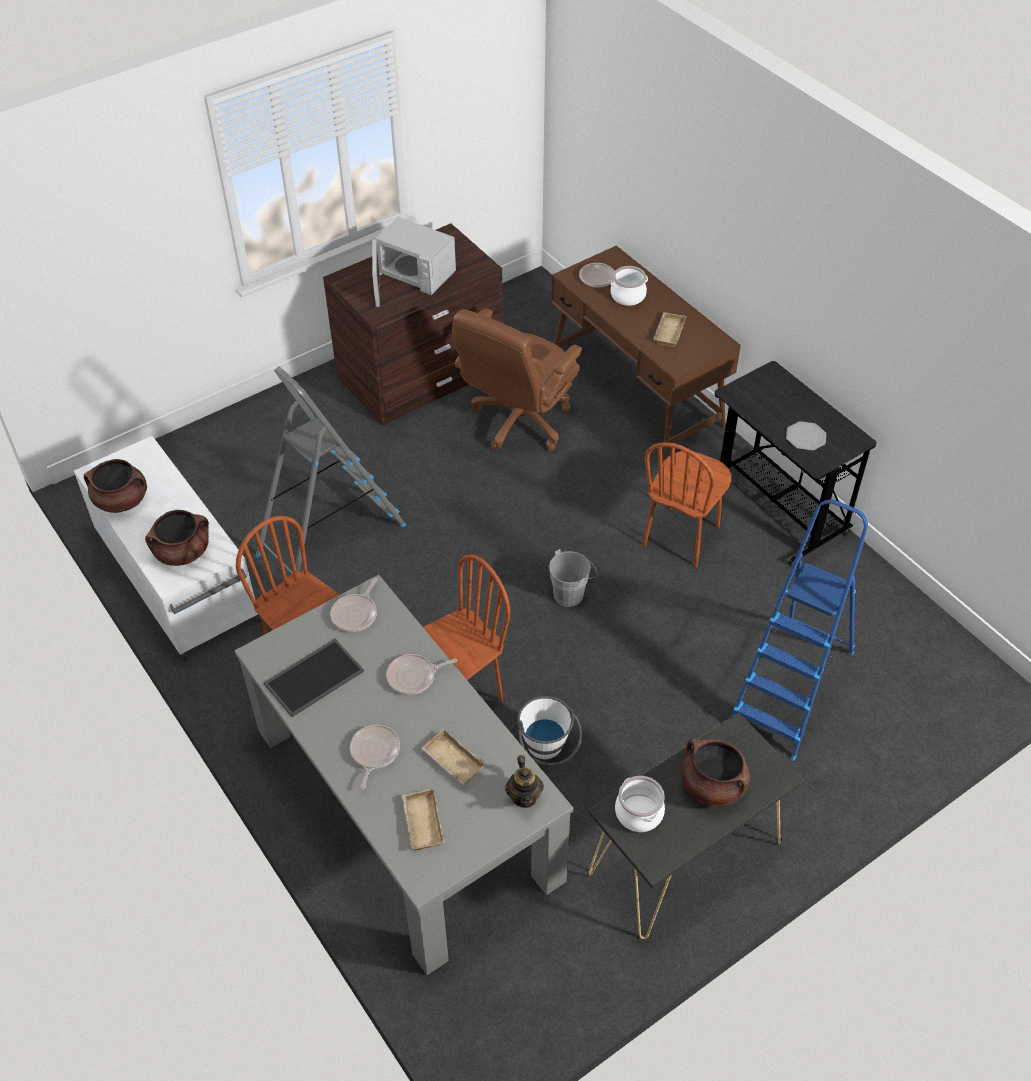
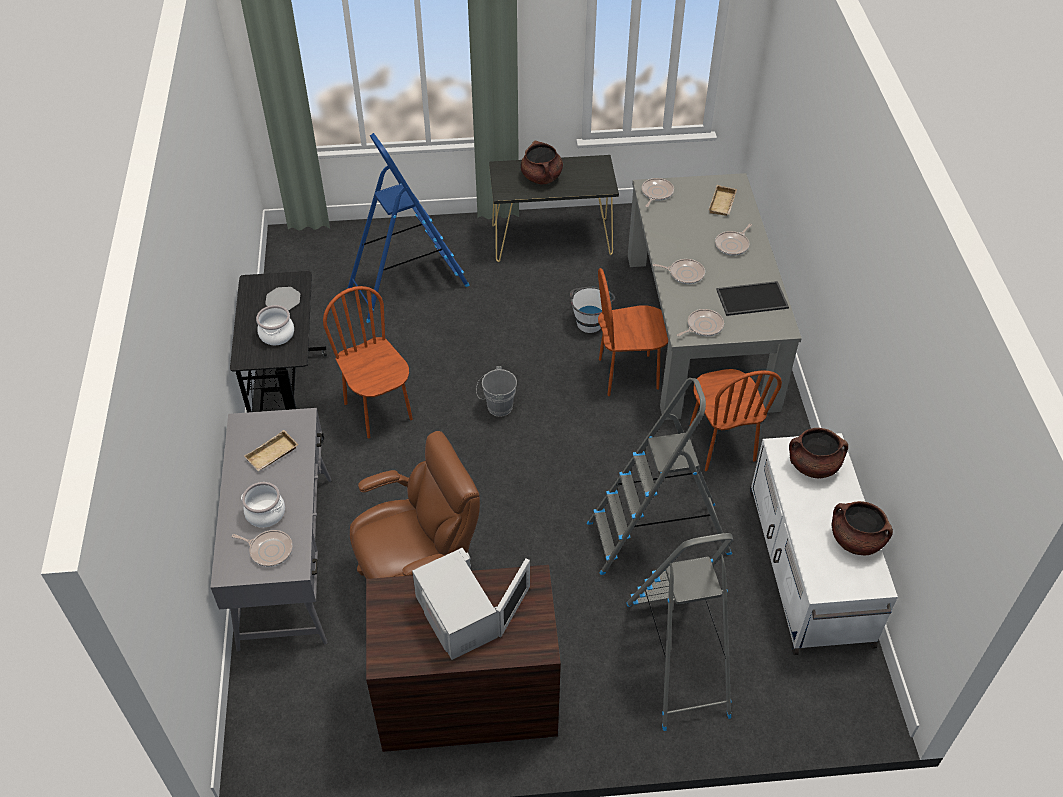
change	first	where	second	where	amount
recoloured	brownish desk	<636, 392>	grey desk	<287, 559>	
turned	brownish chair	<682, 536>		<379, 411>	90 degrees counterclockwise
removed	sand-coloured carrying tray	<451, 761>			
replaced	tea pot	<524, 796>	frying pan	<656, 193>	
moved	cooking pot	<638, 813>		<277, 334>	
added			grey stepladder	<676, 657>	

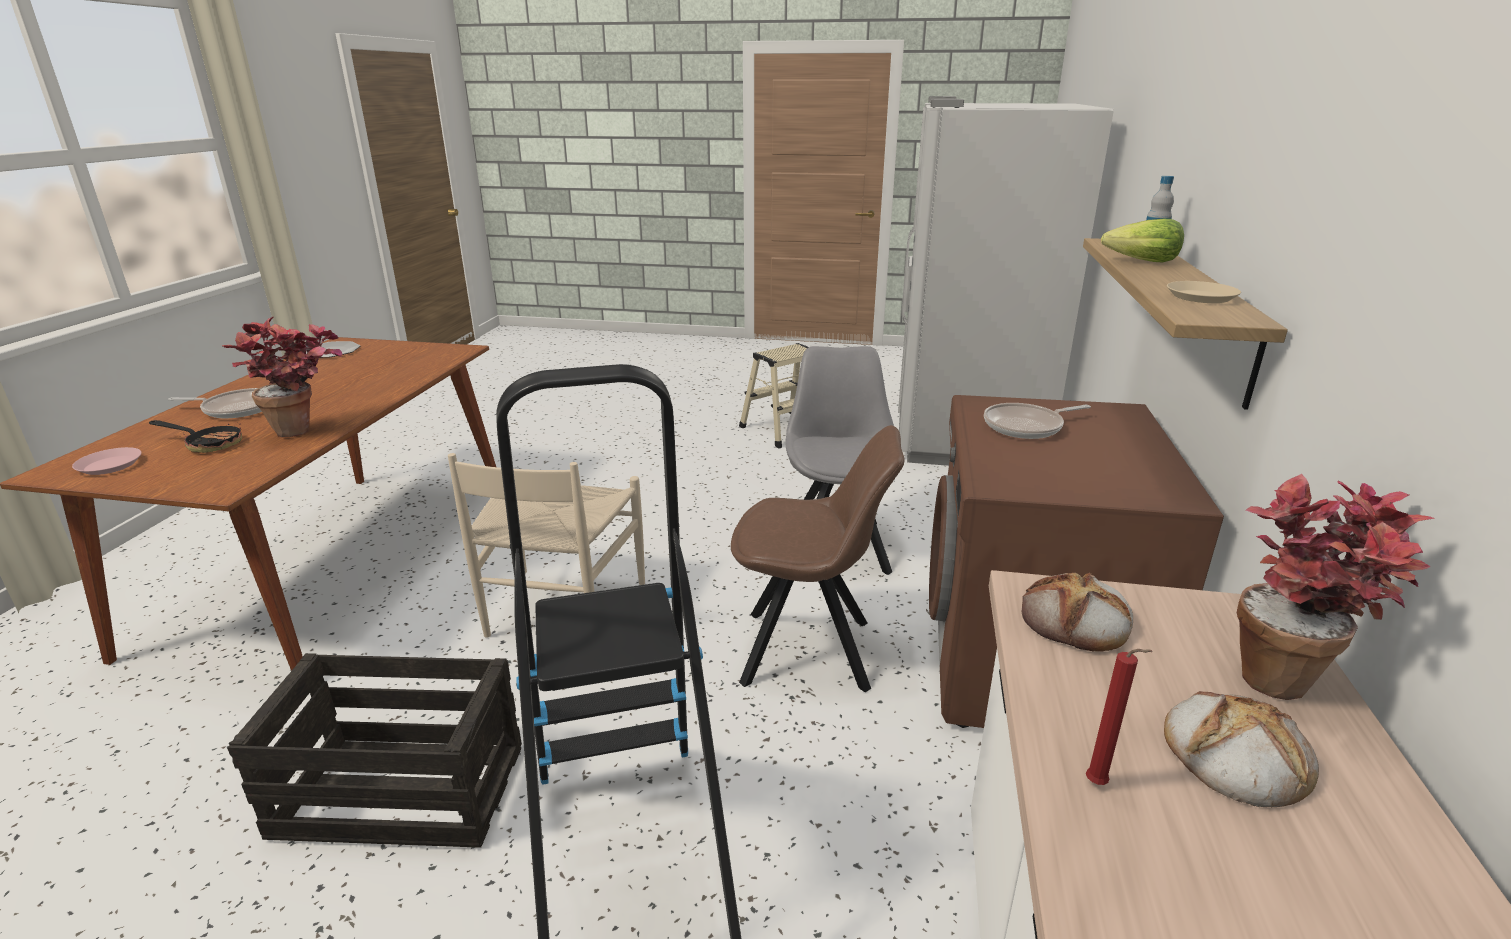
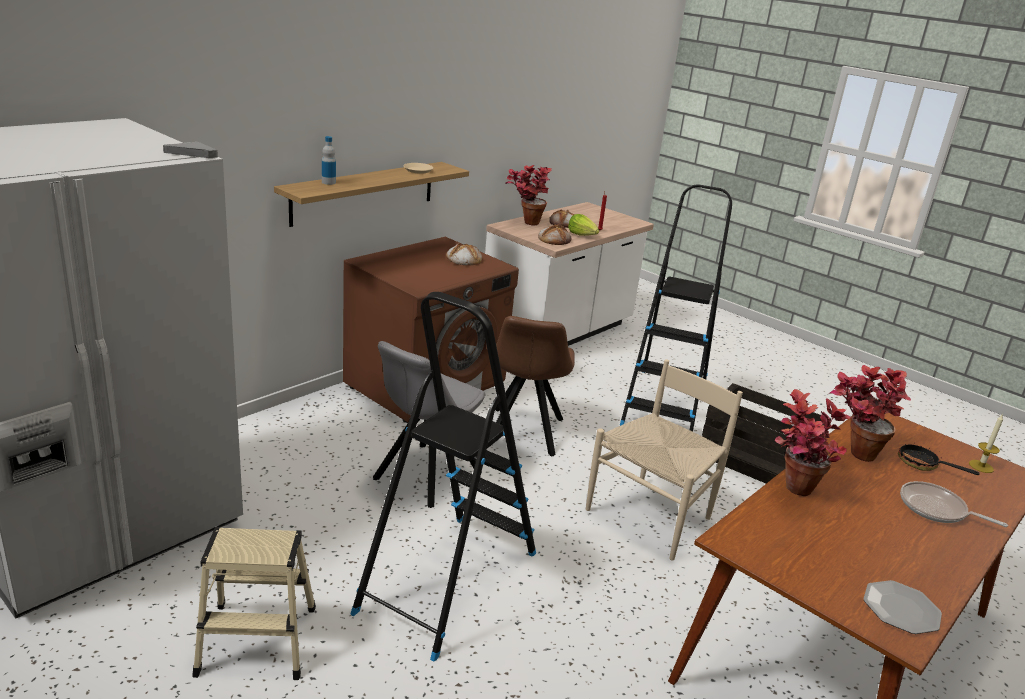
change	first	where	second	where	amount
moved	head of lettuce	<1142, 262>		<582, 235>	
removed	frying pan	<1027, 426>			
turned	brownish chair	<808, 651>		<524, 432>	120 degrees counterclockwise
replaced	pink-coloured dinner plate	<110, 465>	wax candle	<981, 466>	
added			baked bread	<463, 259>	
added			blackish stepladder	<449, 580>	
added			plant in a pot	<793, 492>	

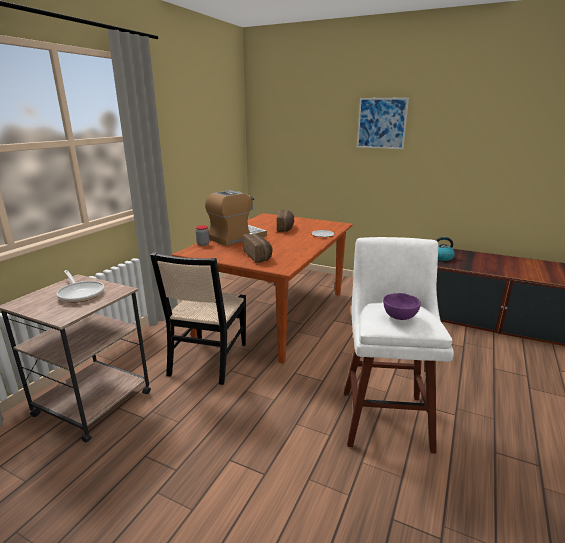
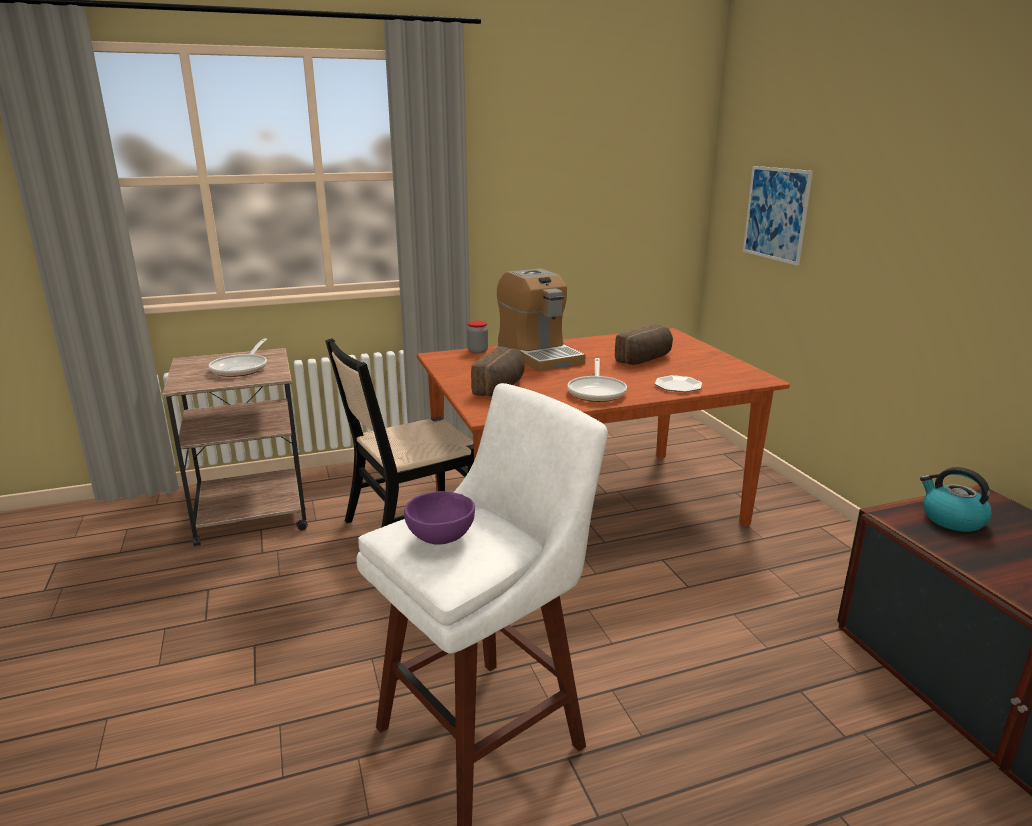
change	first	where	second	where	amount
moved	wall art	<381, 123>		<776, 214>	
turned	coffee maker	<237, 238>		<538, 355>	60 degrees clockwise
added			frying pan	<597, 391>	

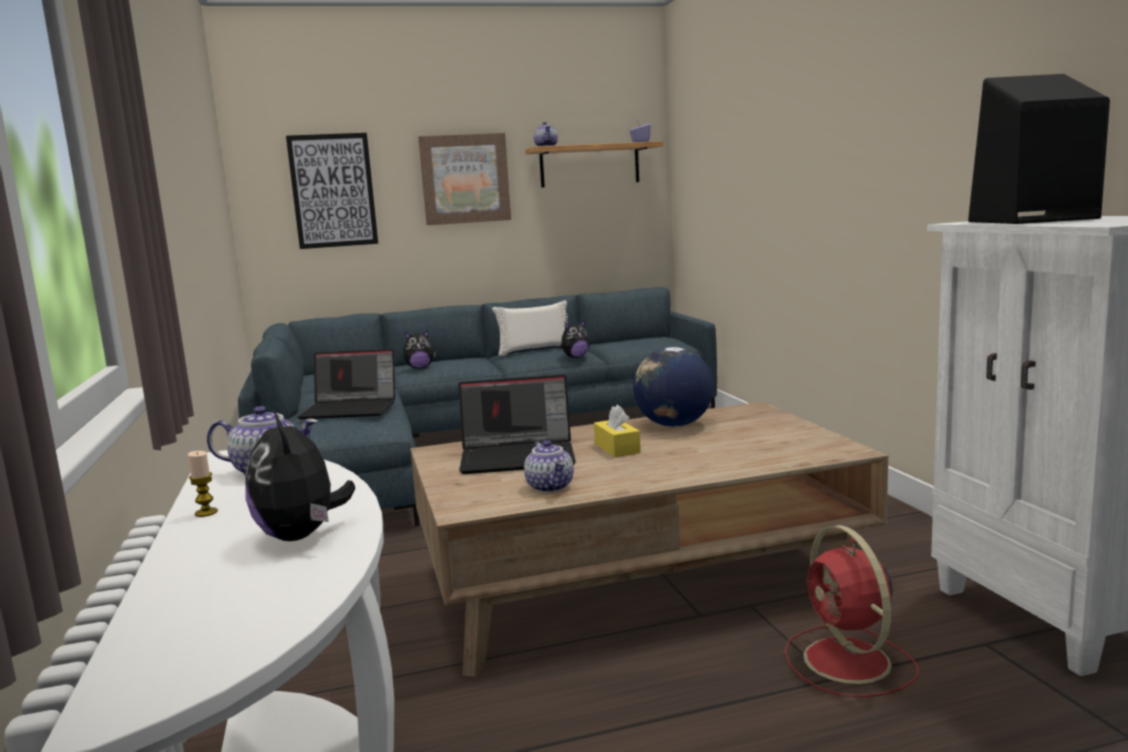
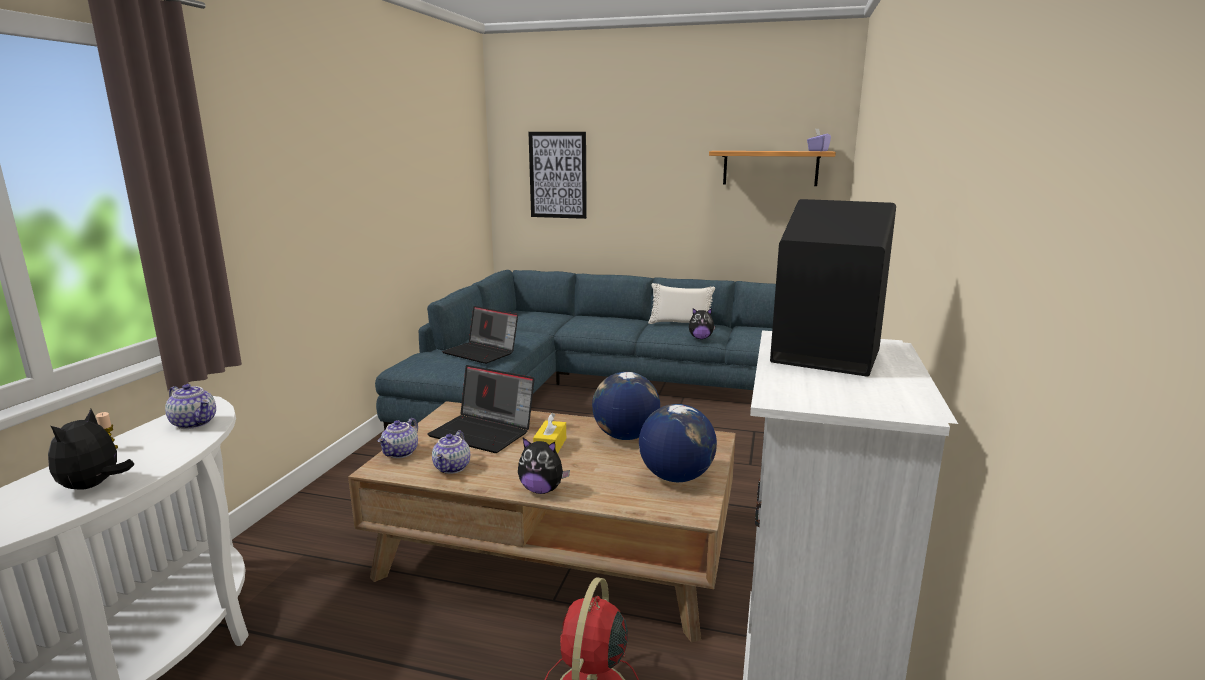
change	first	where	second	where	amount
moved	tea pot	<546, 146>		<401, 453>	
removed	wall art	<465, 179>			
moved	cuddly toy	<420, 368>		<542, 490>	
added			world globe	<675, 477>	

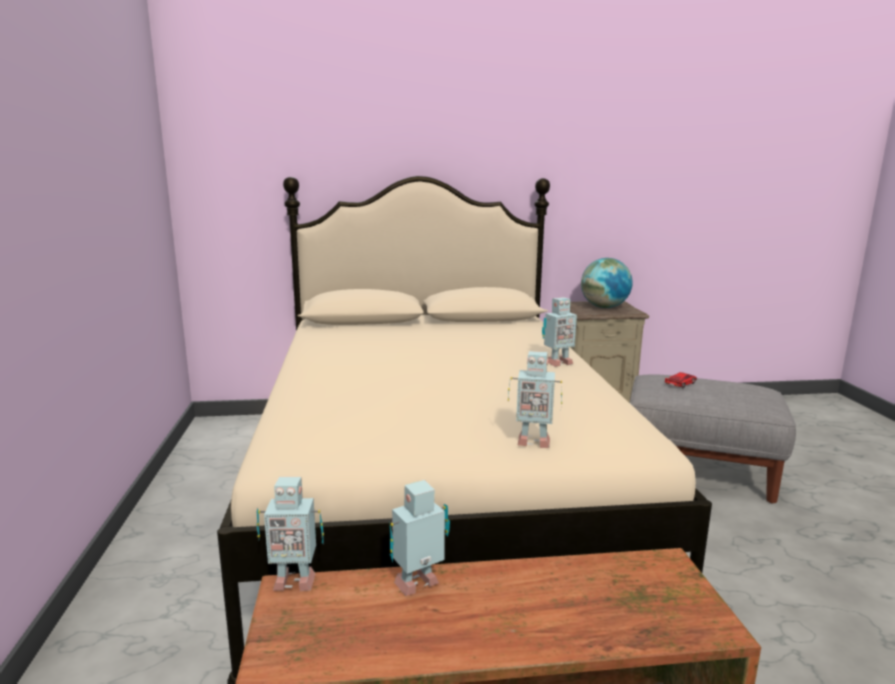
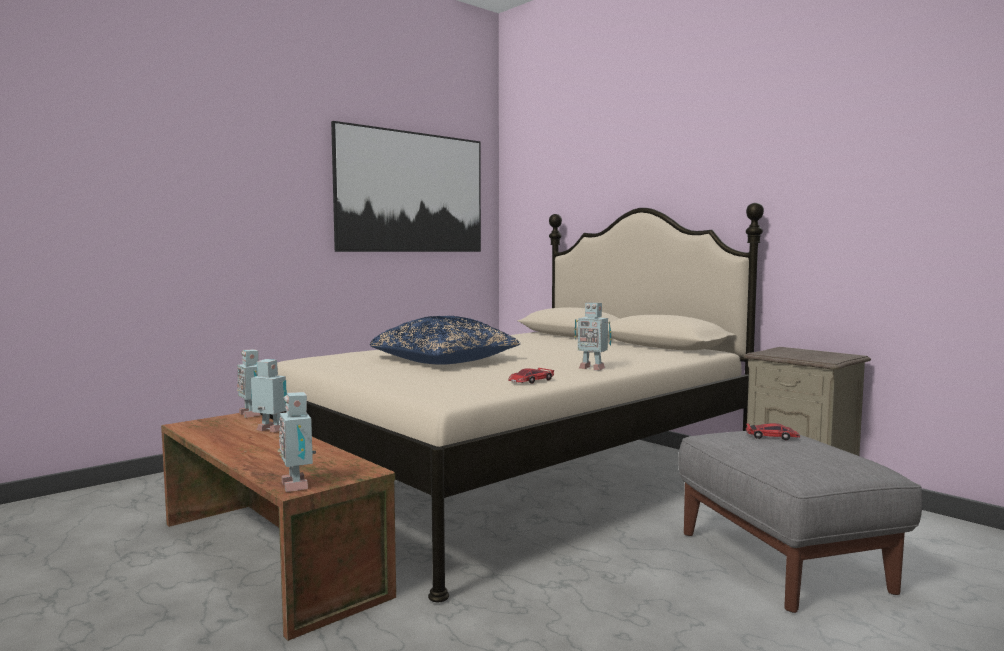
change	first	where	second	where	amount
removed	world globe	<604, 307>			
moved	model robot	<532, 441>		<298, 485>	
added			wall art	<411, 192>	
added			blue pillow	<444, 360>	
added			toy car	<531, 381>	

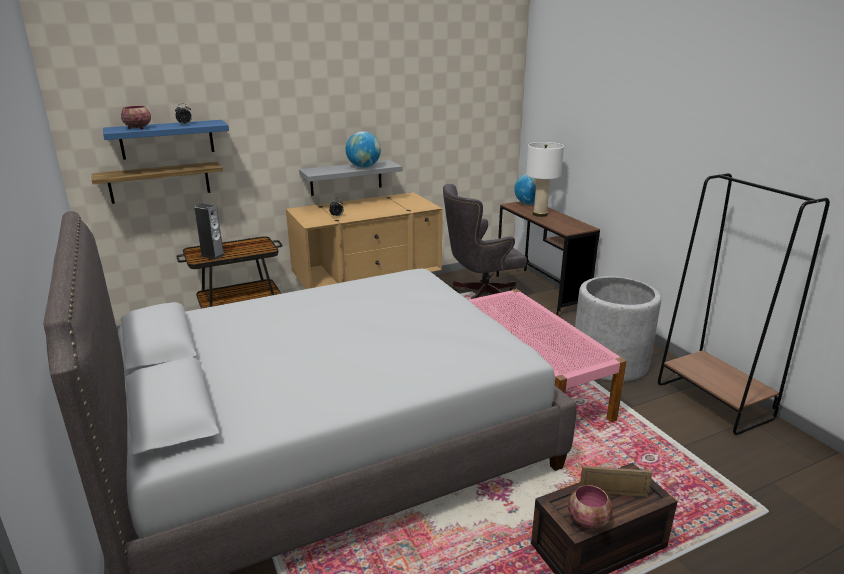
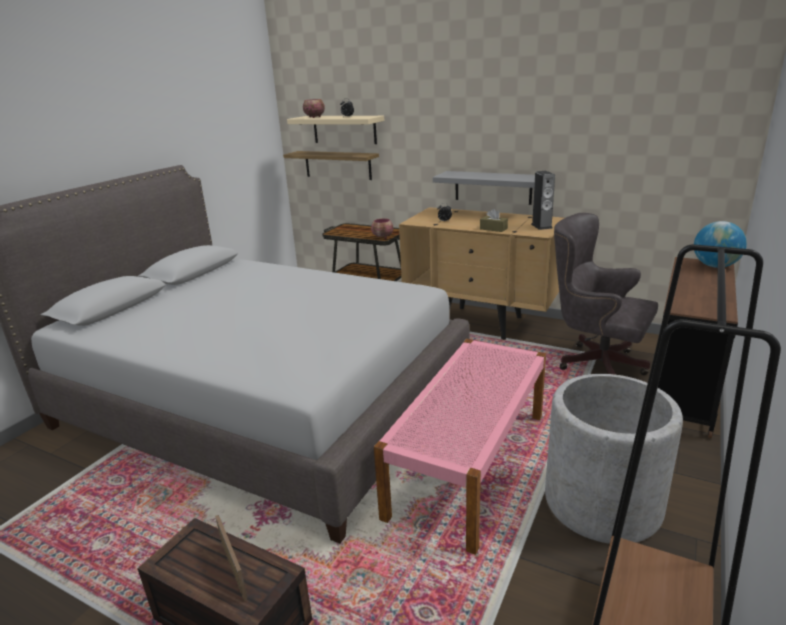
change	first	where	second	where	amount
recoloured	blue bracket shelf	<167, 139>	sand-coloured bracket shelf	<344, 129>	
removed	world globe	<364, 167>			
removed	white table lamp	<540, 214>			
moved	audio speaker	<212, 255>		<541, 226>	
moved	serving bowl	<589, 521>		<383, 237>	
added			brownish box of tissues	<493, 229>	

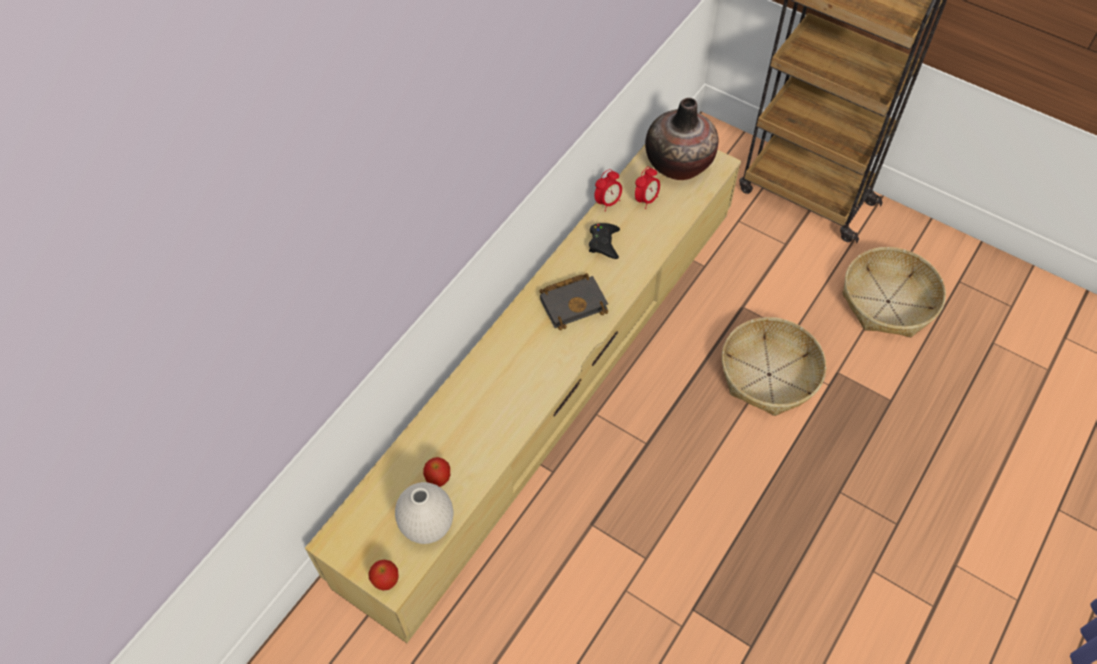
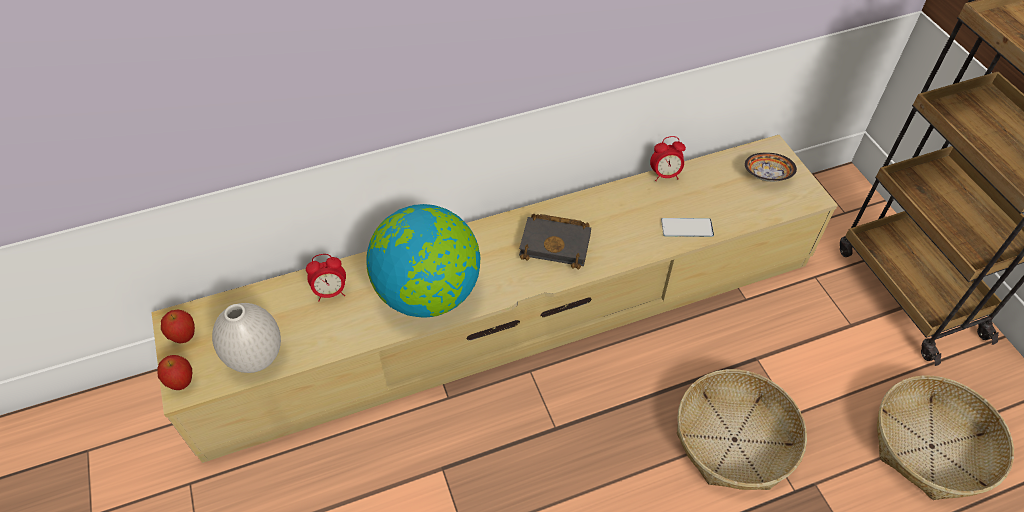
change	first	where	second	where	amount
replaced	decorative vase	<679, 163>	serving bowl	<767, 176>	
moved	bedside clock	<646, 200>		<331, 292>	
removed	blackish joypad	<604, 243>			
moved	apple	<438, 480>		<184, 337>	
added			world globe	<428, 294>	
added			phone	<687, 228>	

